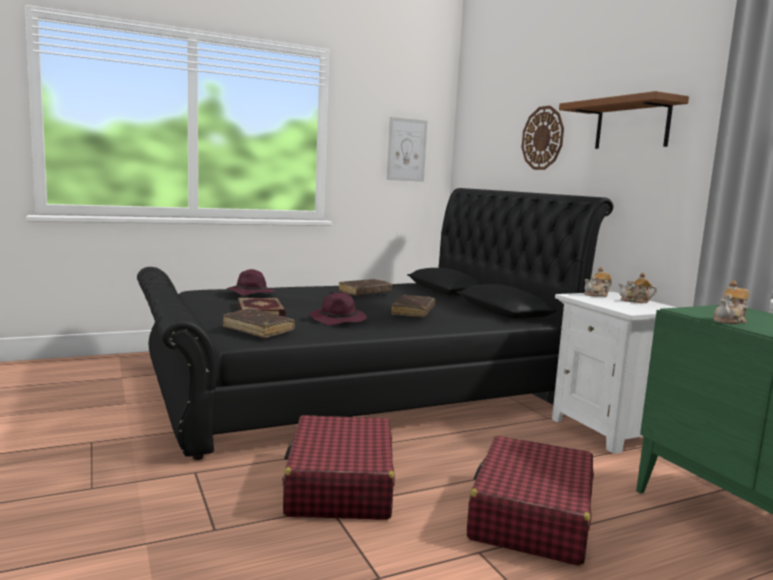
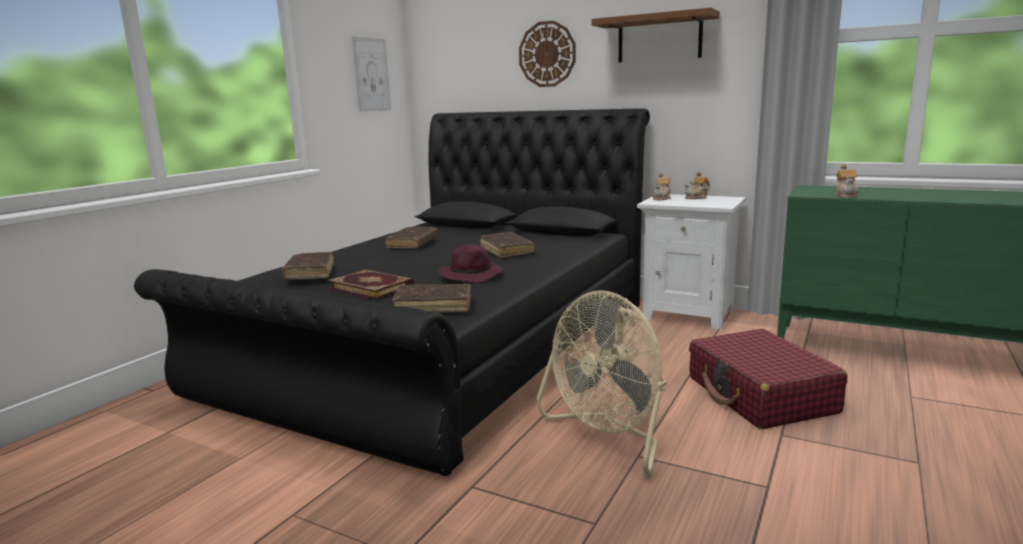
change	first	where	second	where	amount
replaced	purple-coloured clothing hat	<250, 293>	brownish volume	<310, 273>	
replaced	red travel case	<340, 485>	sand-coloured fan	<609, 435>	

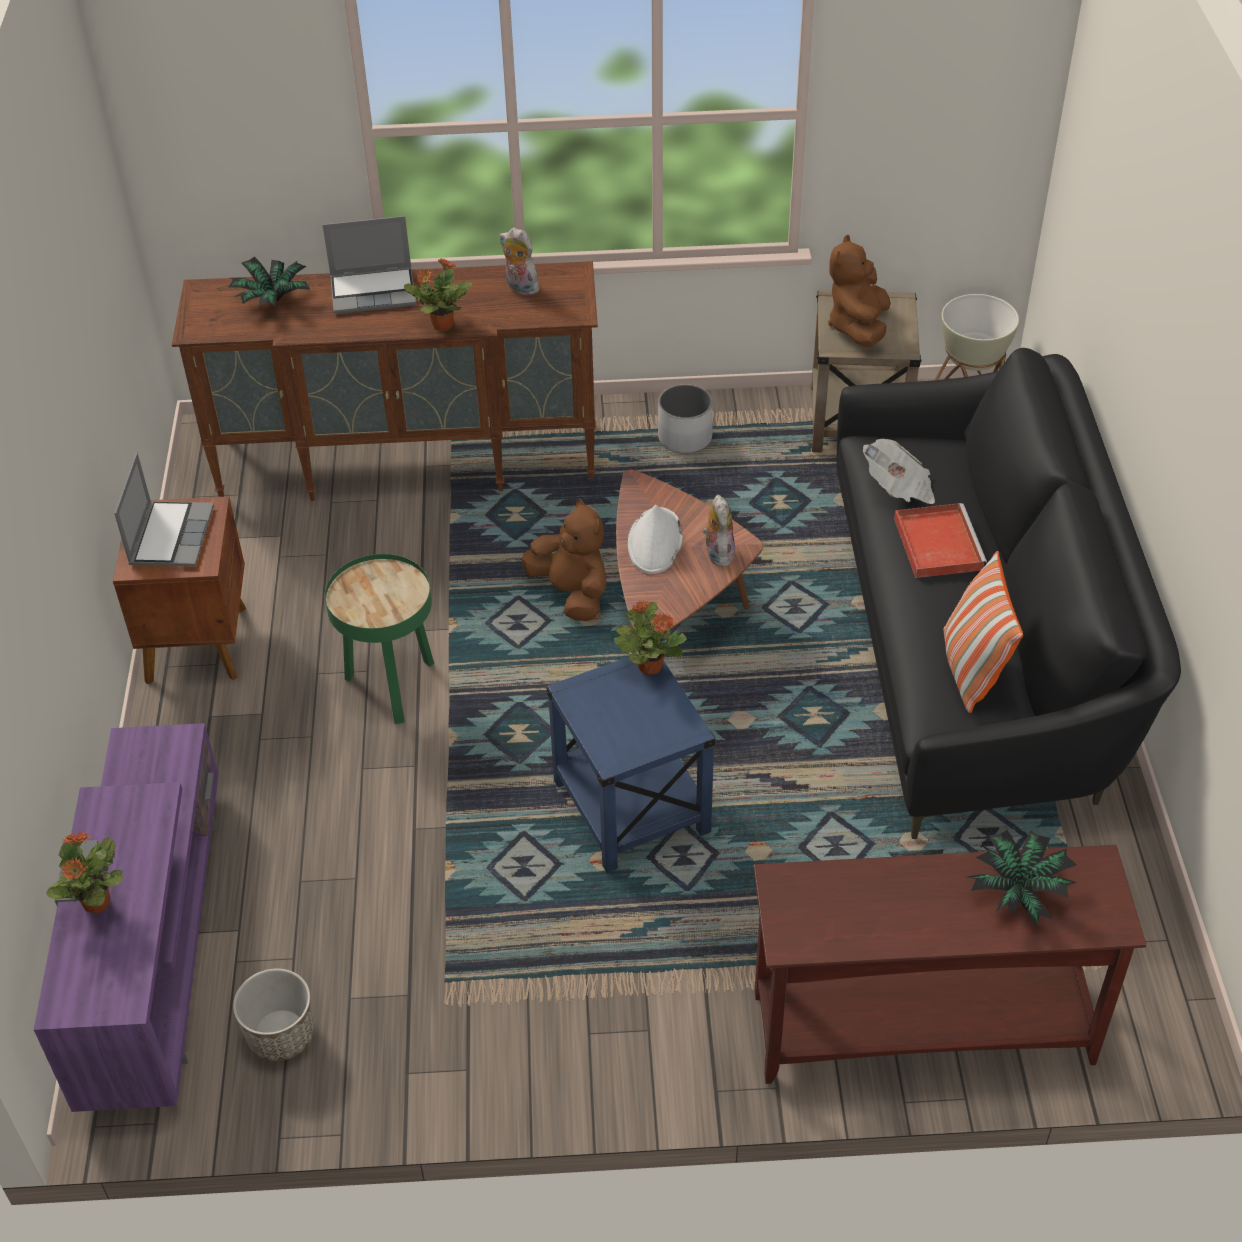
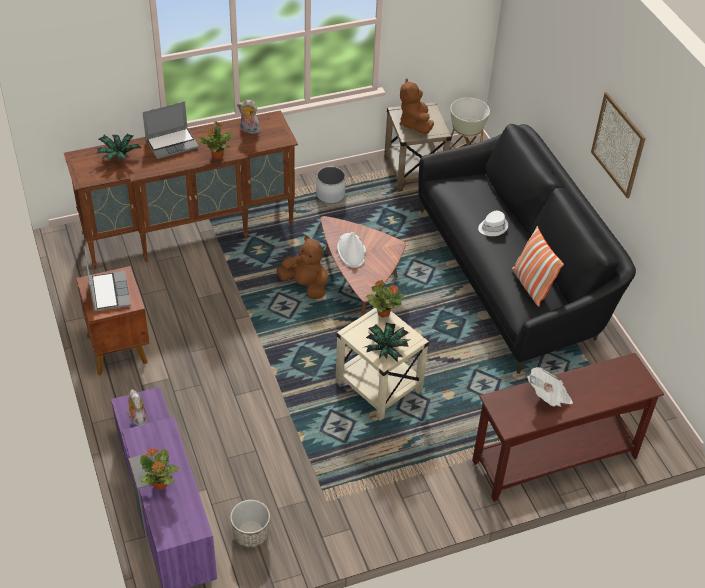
change	first	where	second	where	amount
moved	newspaper	<898, 488>		<548, 396>	
moved	cuddly toy	<717, 553>		<138, 421>	
replaced	red carrying tray	<937, 542>	white clothing hat	<492, 227>	
removed	greenish side table	<392, 686>			
recoloured	blue side table	<632, 807>	sand-coloured side table	<379, 386>	
moved	plant in a pot	<1019, 890>		<386, 349>	
added			wall art	<618, 144>	

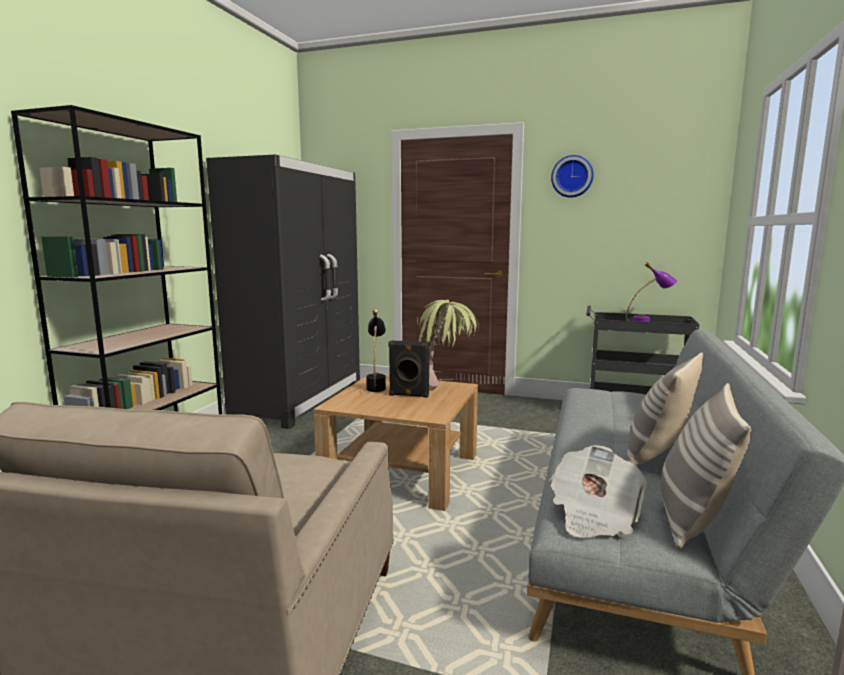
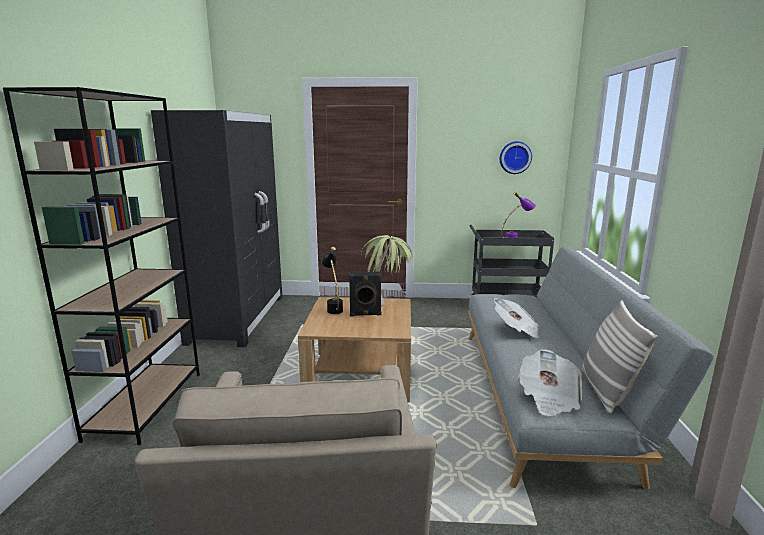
change	first	where	second	where	amount
moved	wall clock	<572, 176>		<515, 157>	
removed	pillow	<658, 455>			
added			newspaper	<516, 330>	

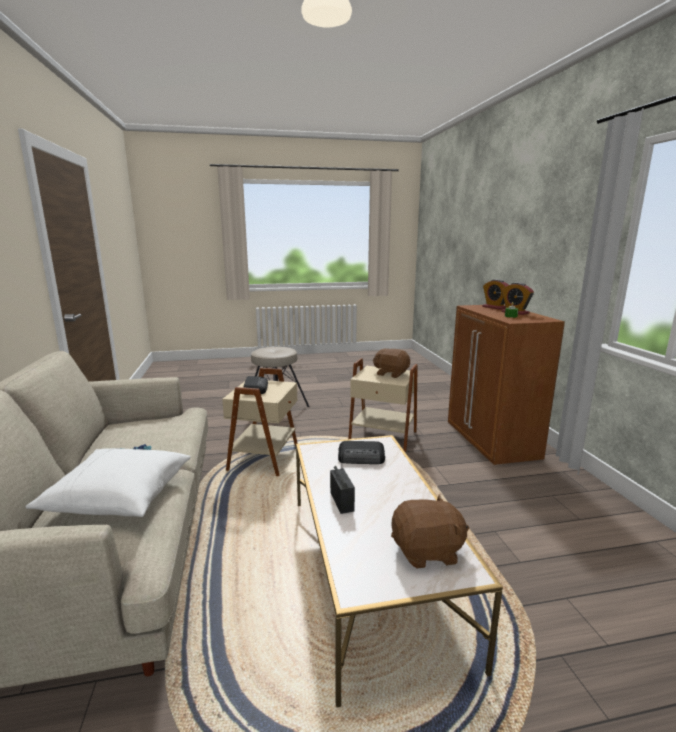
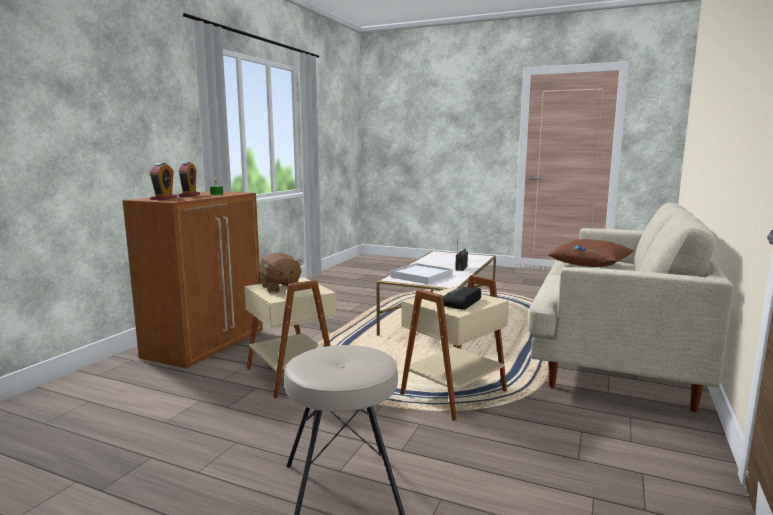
change	first	where	second	where	amount
replaced	radio receiver	<362, 457>	white carrying tray	<421, 276>	
recoloured	white pillow	<120, 498>	brownish pillow	<590, 265>	
removed	brownish cuddly toy	<427, 551>			

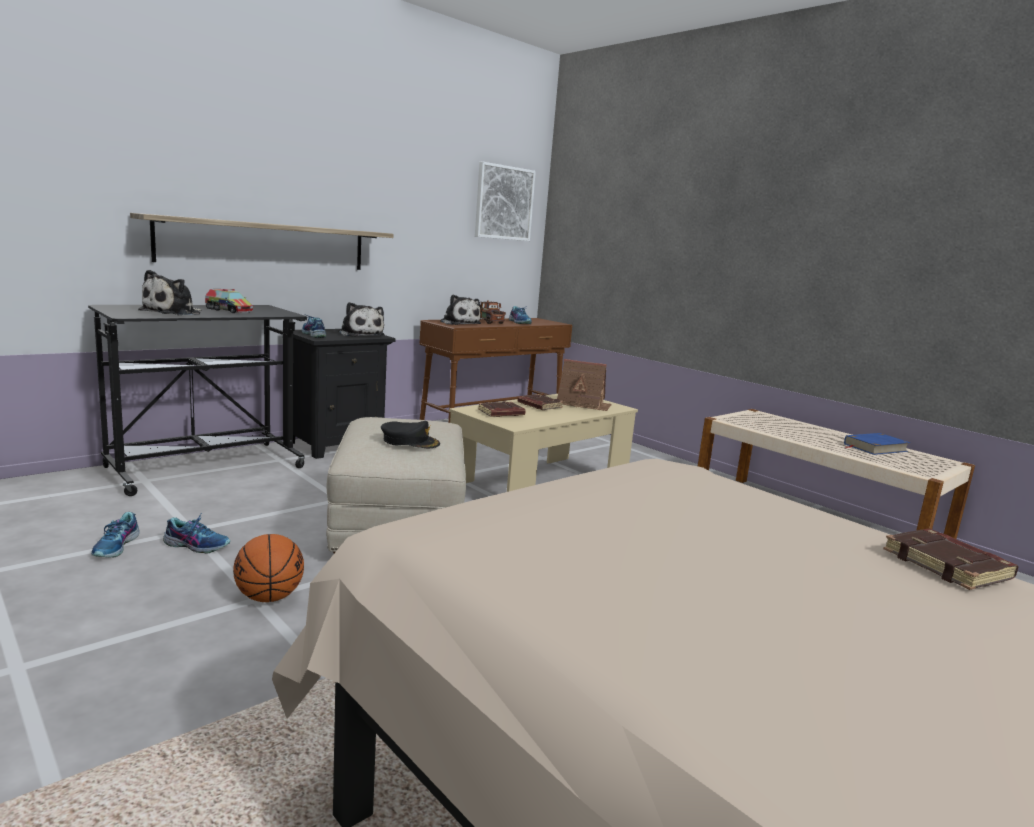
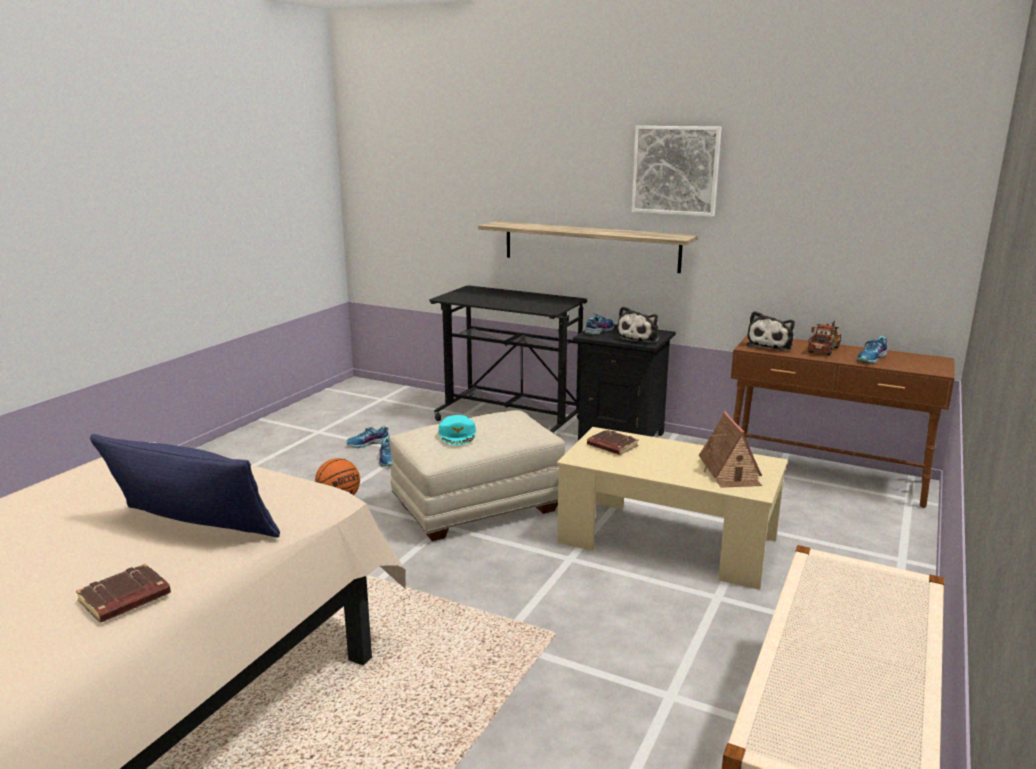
change	first	where	second	where	amount
moved	wall art	<504, 203>		<675, 170>	
removed	cuddly toy	<173, 313>			
removed	toy lorry	<229, 310>			
removed	brownish volume	<539, 405>			
recoloured	blackish baseball cap	<410, 441>	turquoise baseball cap	<457, 435>	
removed	blue volume	<875, 447>			
added			blue pillow	<193, 527>	

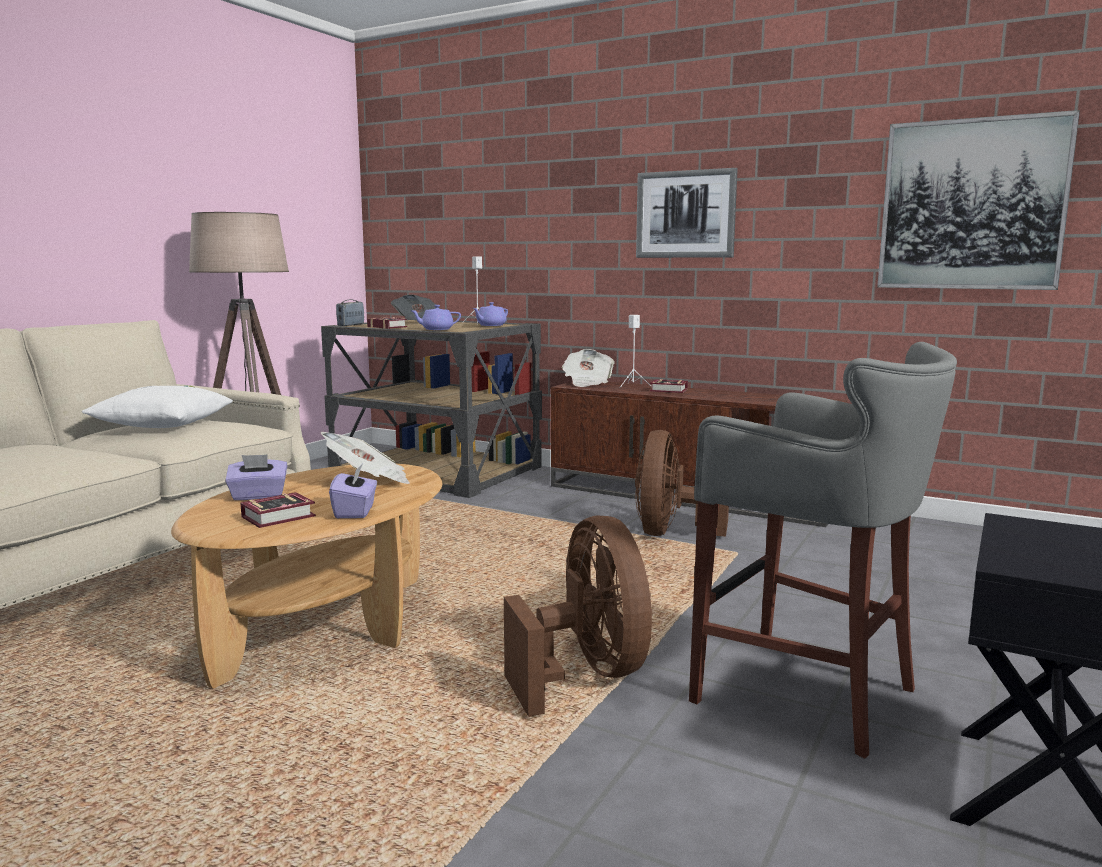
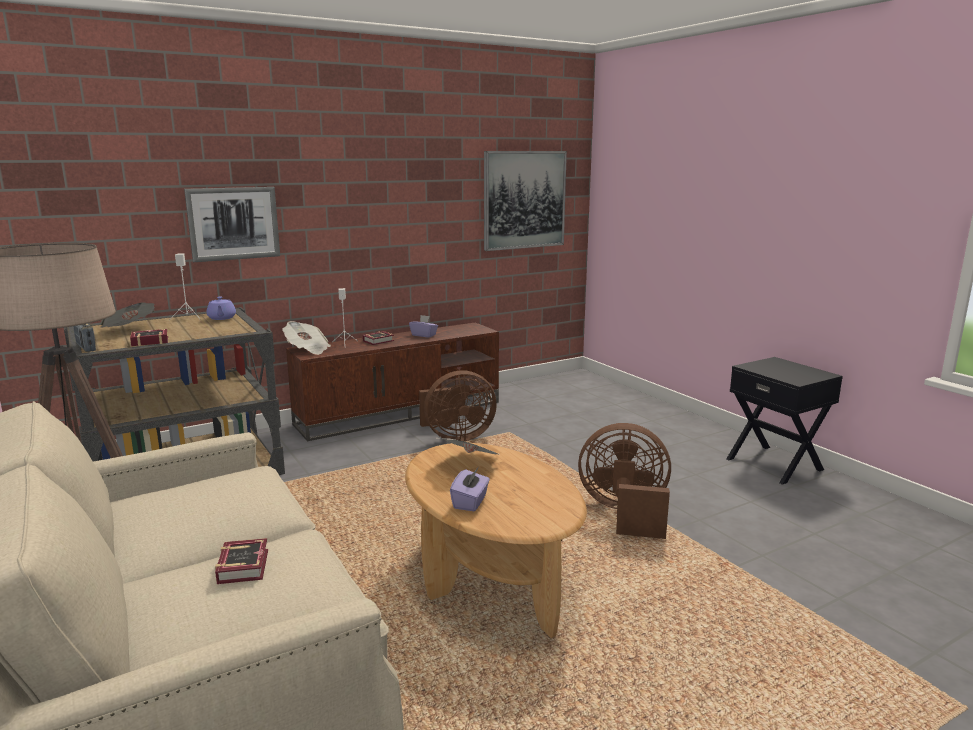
change	first	where	second	where	amount
moved	wall art	<685, 214>		<233, 223>	
removed	purple-coloured tea pot	<436, 329>			
removed	grey stool	<810, 695>			
removed	white pillow	<163, 425>			
turned	brownish fan	<671, 533>		<456, 437>	60 degrees counterclockwise
moved	purple-coloured box of tissues	<355, 511>		<424, 335>	
moved	volume	<282, 516>		<245, 565>	

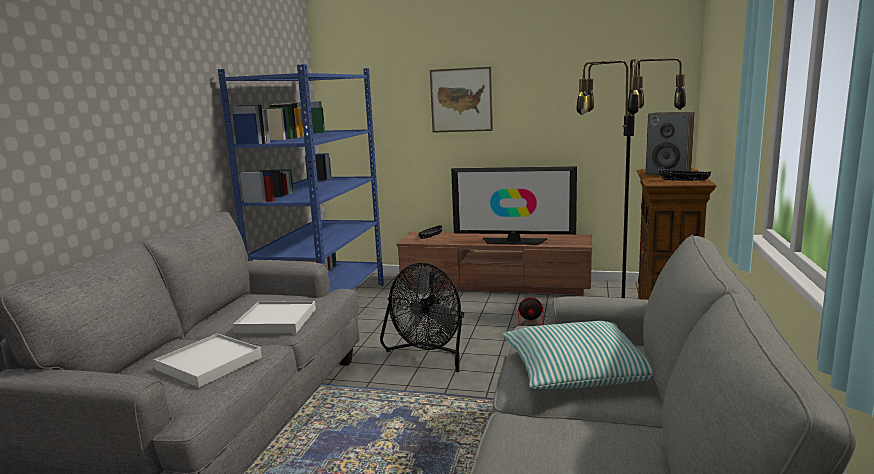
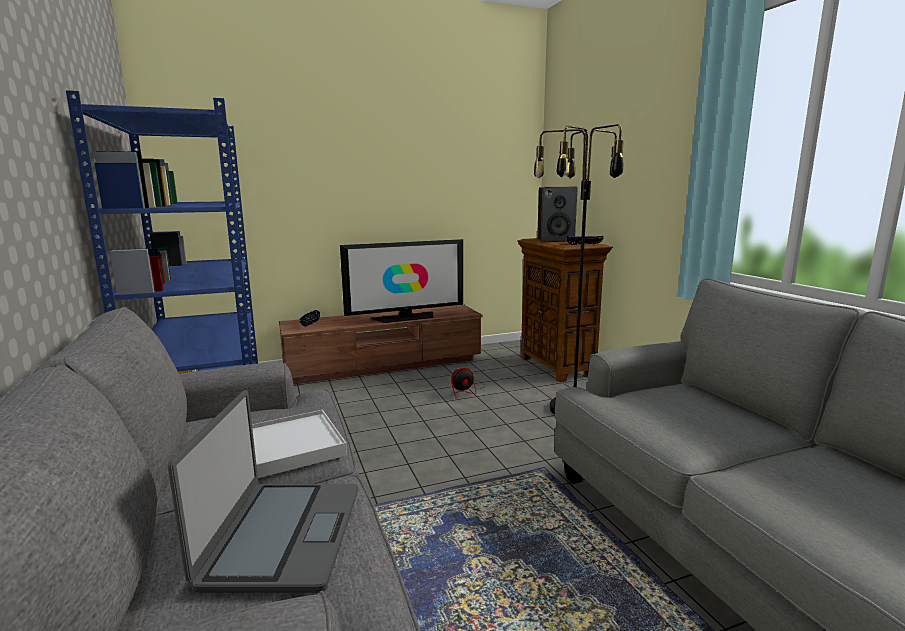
change	first	where	second	where	amount
removed	wall art	<461, 100>			
removed	blackish fan	<429, 353>			
removed	pillow	<577, 371>			
replaced	white carrying tray	<209, 363>	laptop	<282, 535>	

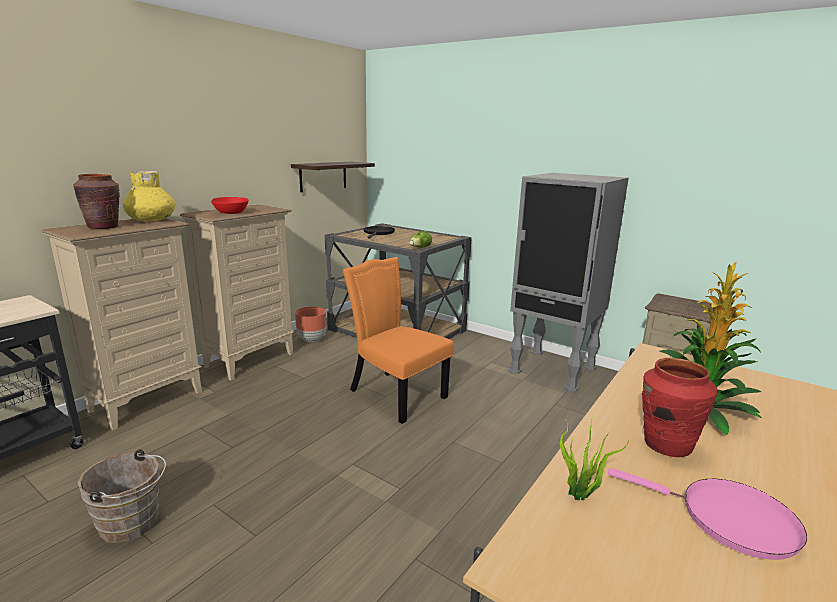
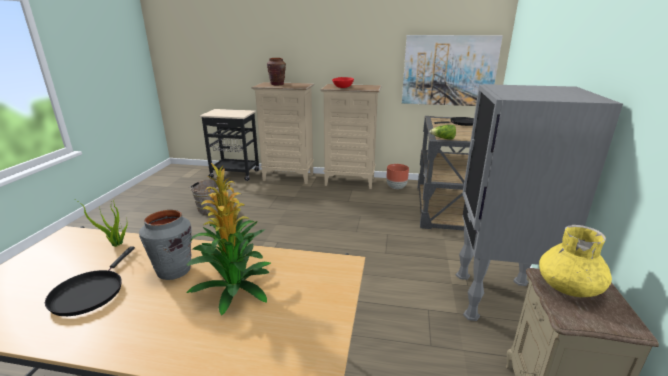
change	first	where	second	where	amount
replaced	bracket shelf	<323, 176>	wall art	<449, 71>	
moved	yellowish decorative vase	<152, 220>		<569, 286>	
removed	orangey chair	<397, 396>			
recoloured	red decorative vase	<666, 444>	grey decorative vase	<174, 271>	
recoloured	pink-coloured frying pan	<729, 520>	blackish frying pan	<90, 292>	

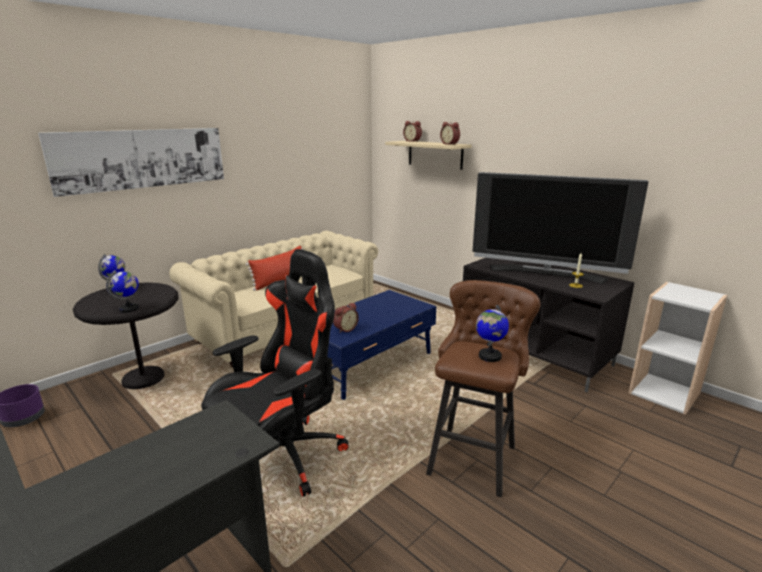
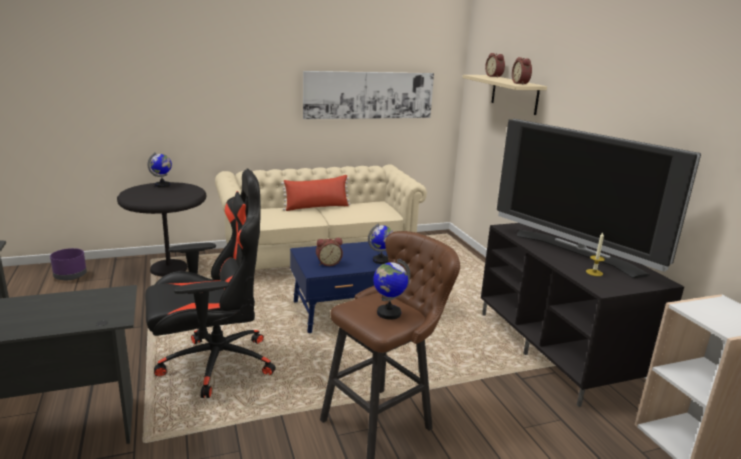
change	first	where	second	where	amount
moved	wall art	<142, 158>		<369, 95>	
moved	world globe	<129, 309>		<381, 260>	

